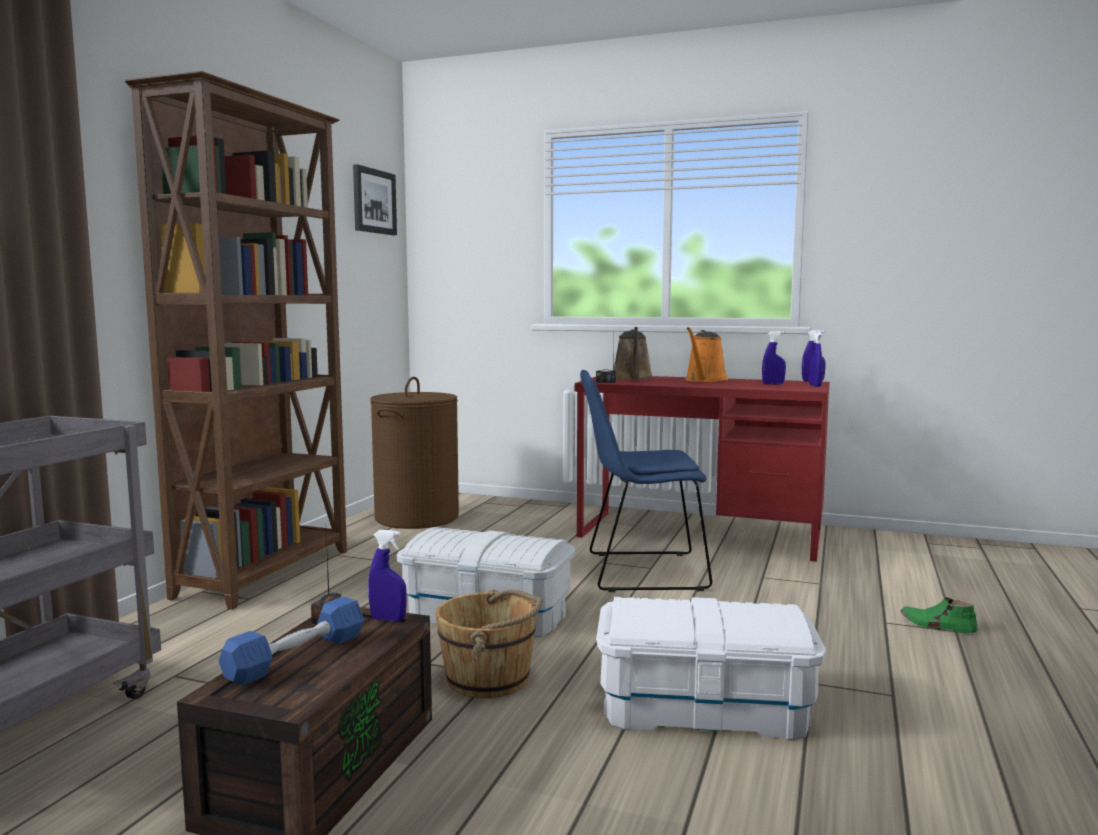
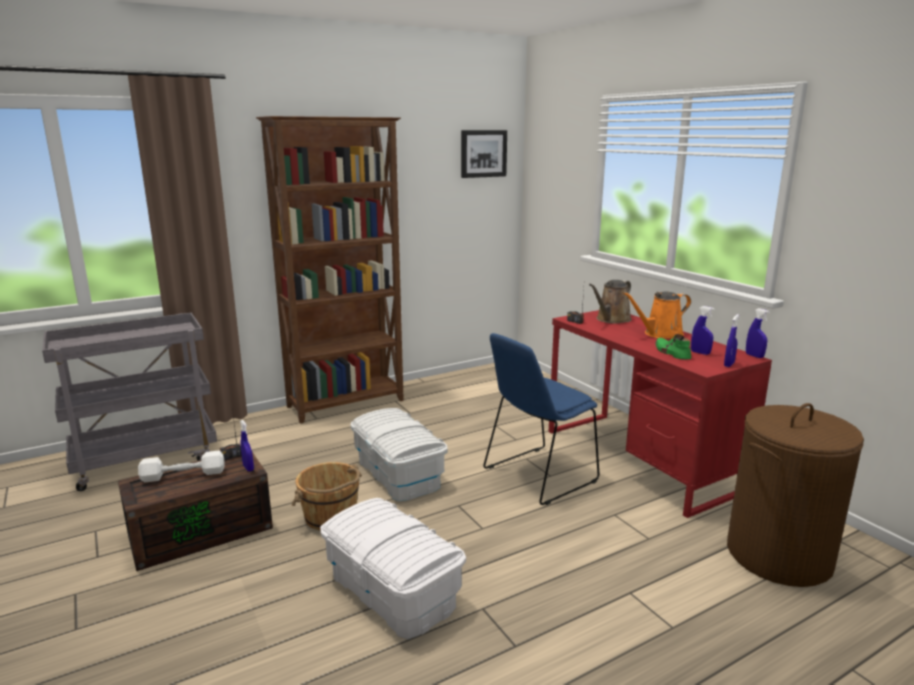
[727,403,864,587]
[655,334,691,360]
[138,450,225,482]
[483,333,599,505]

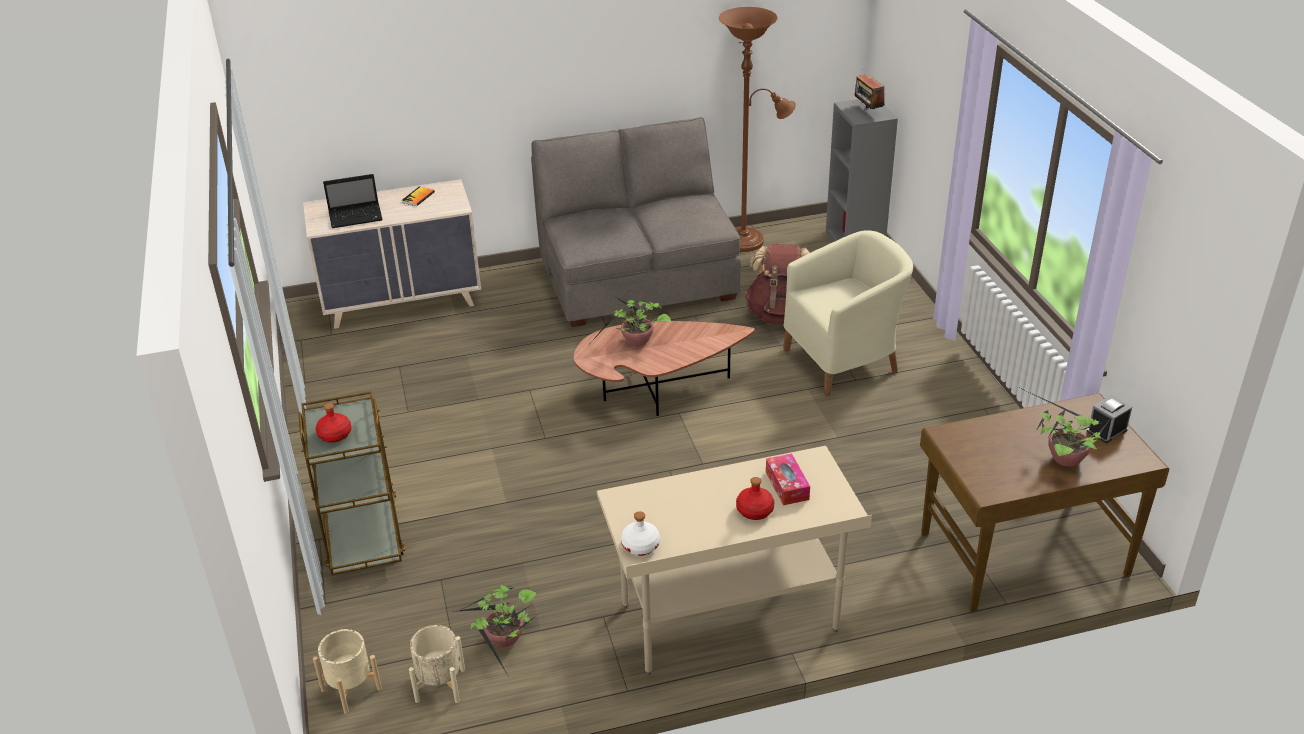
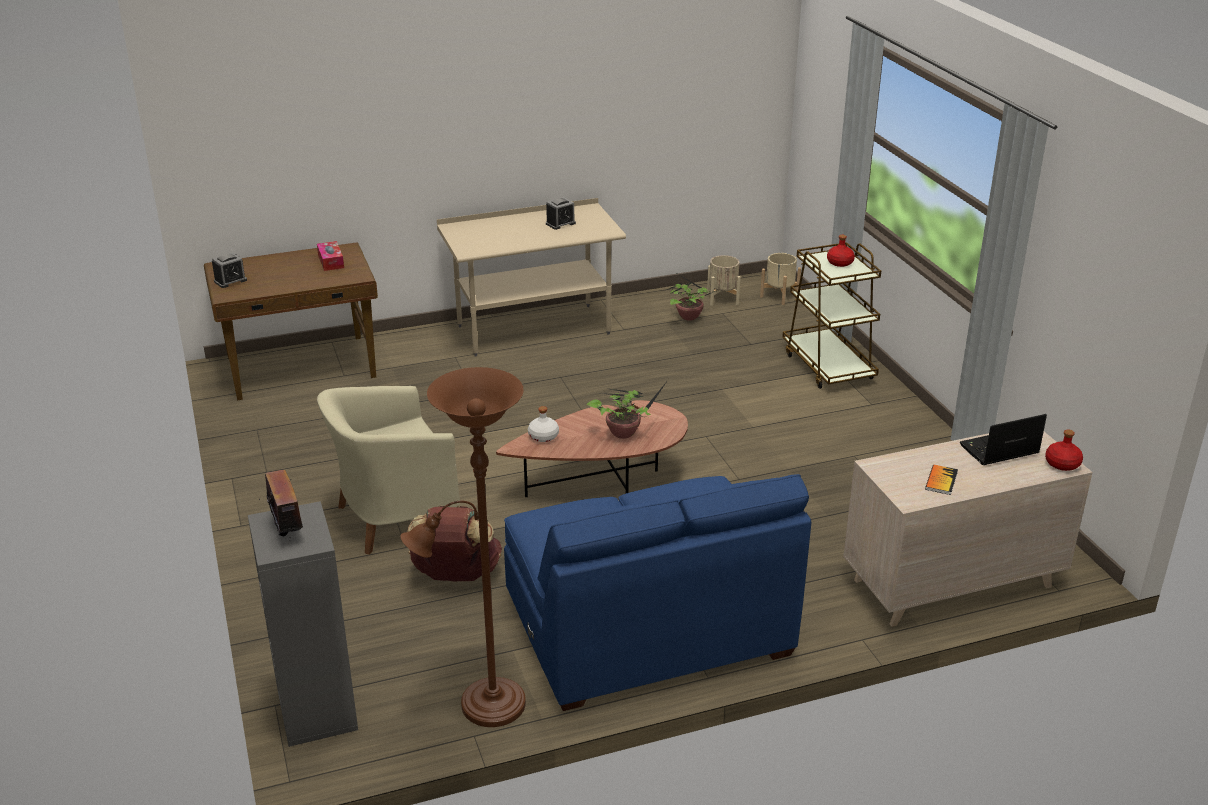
[1025,390,1112,467] (first image)
[546,197,576,230]
[528,406,559,442]
[1045,430,1083,471]
[317,241,344,271]
[504,474,812,711]

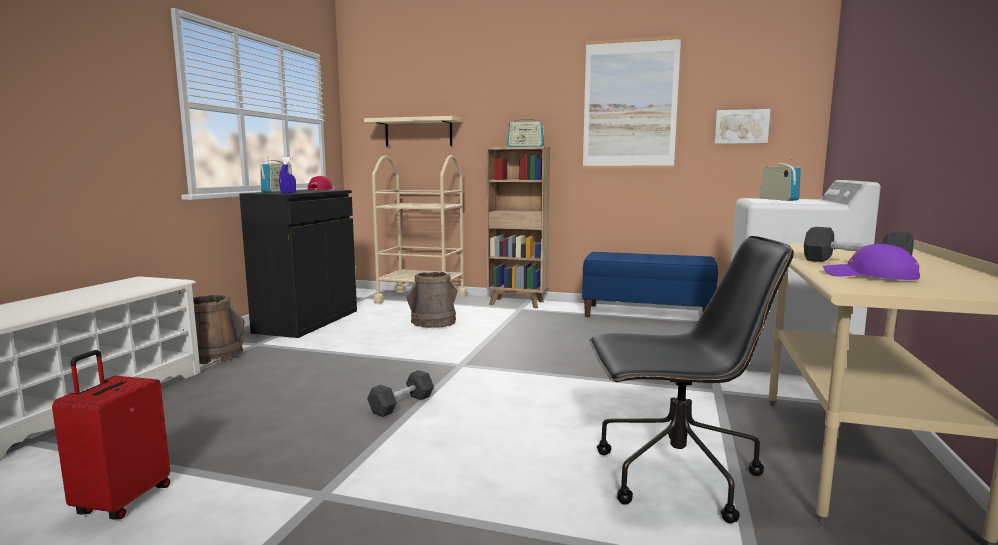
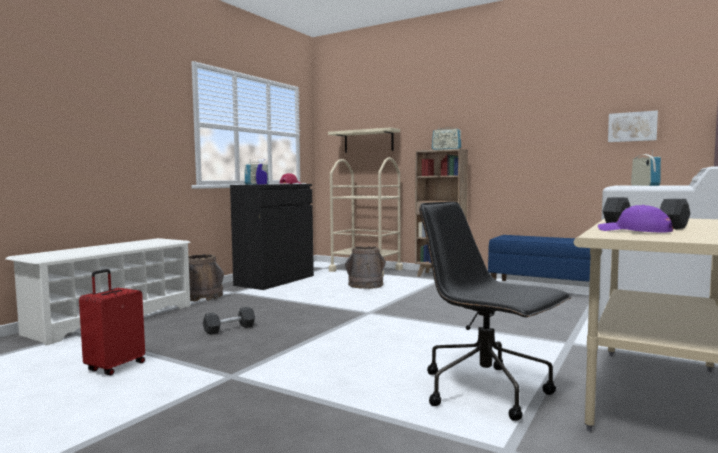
[583,36,681,169] (first image)
[203,307,255,335]
[419,202,571,421]

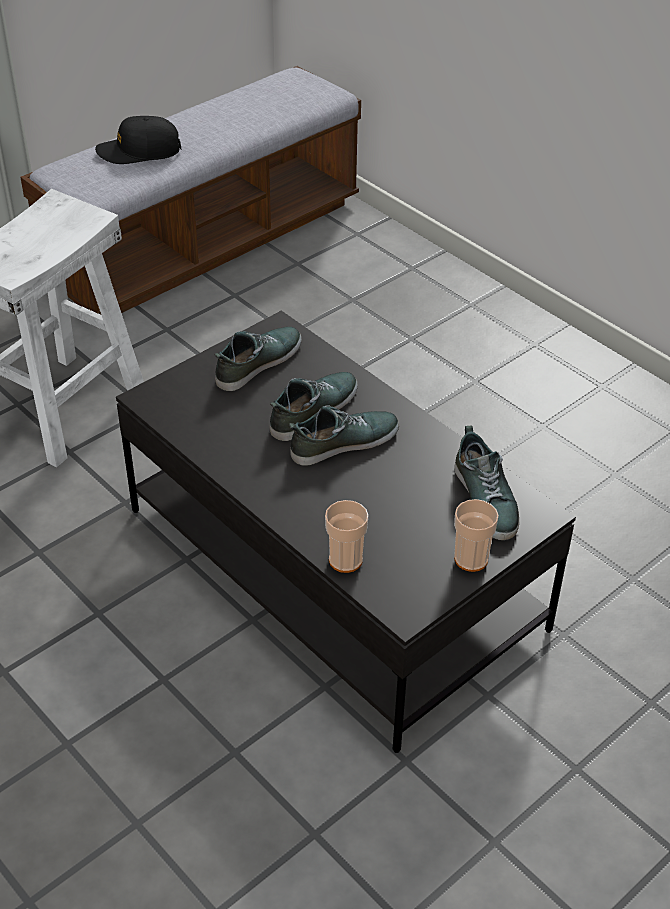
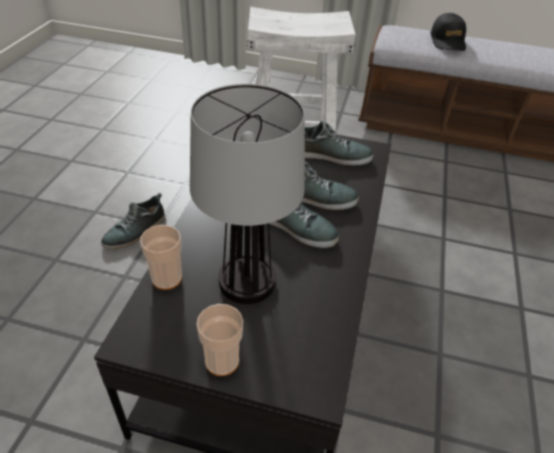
[190,84,305,304]
[101,193,165,250]
[431,13,466,51]

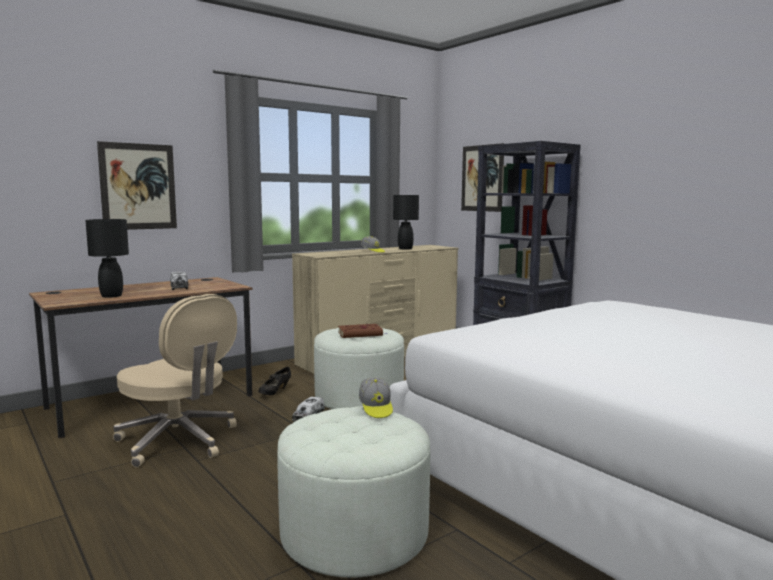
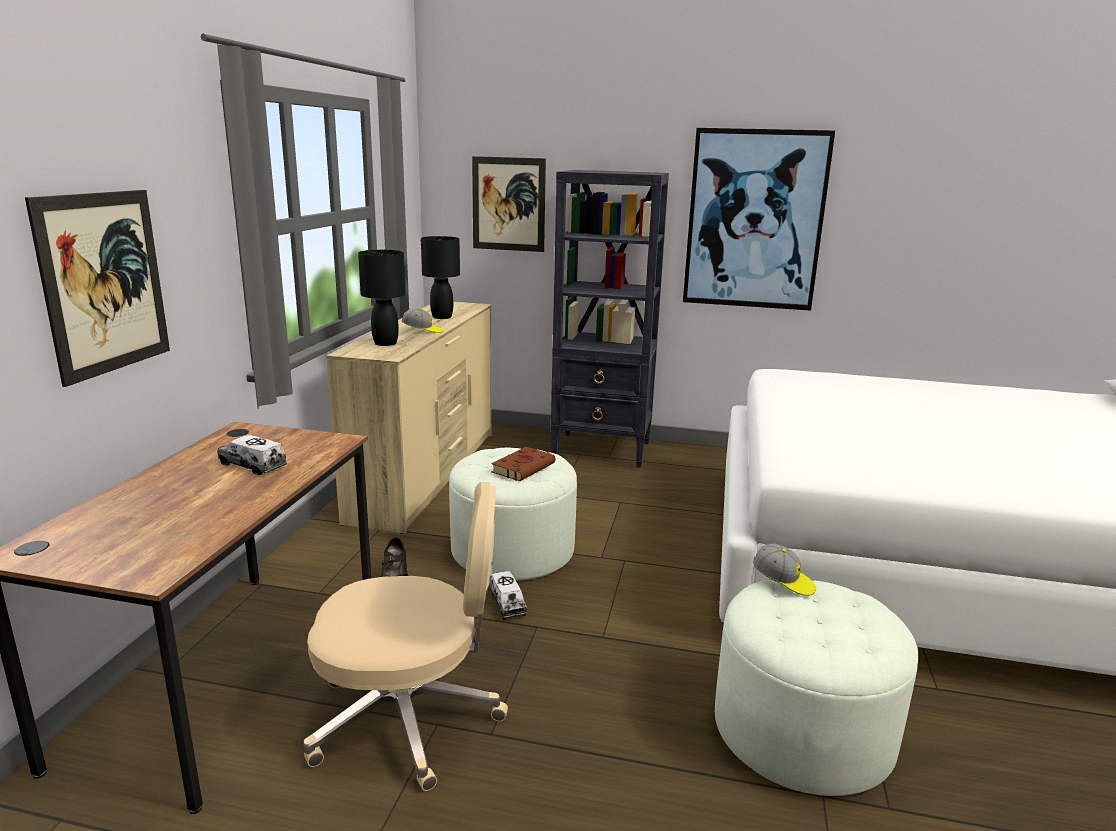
[683,128,835,311]
[358,250,406,346]

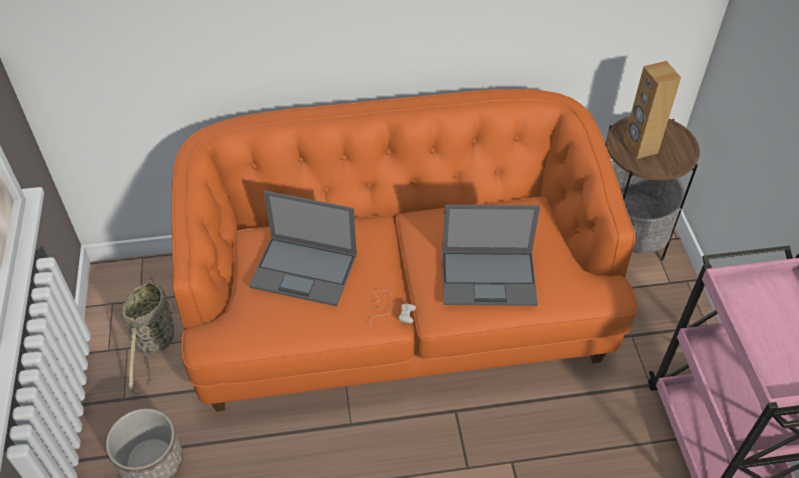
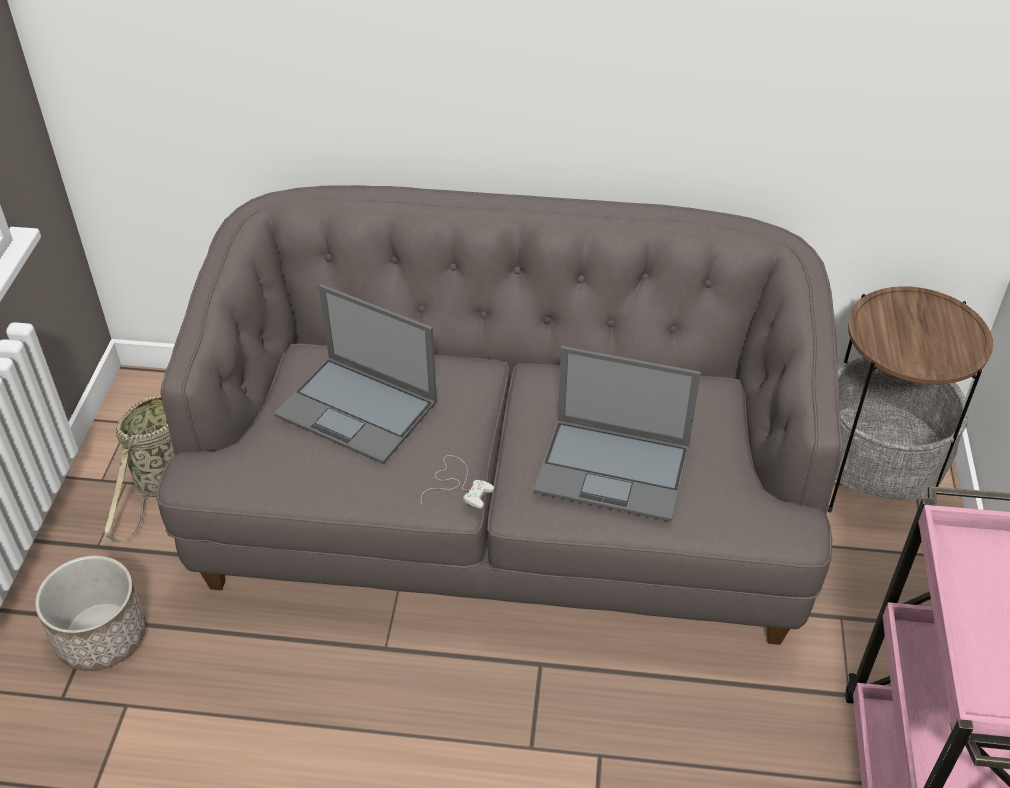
[624,61,681,159] (first image)
[156,185,843,645]

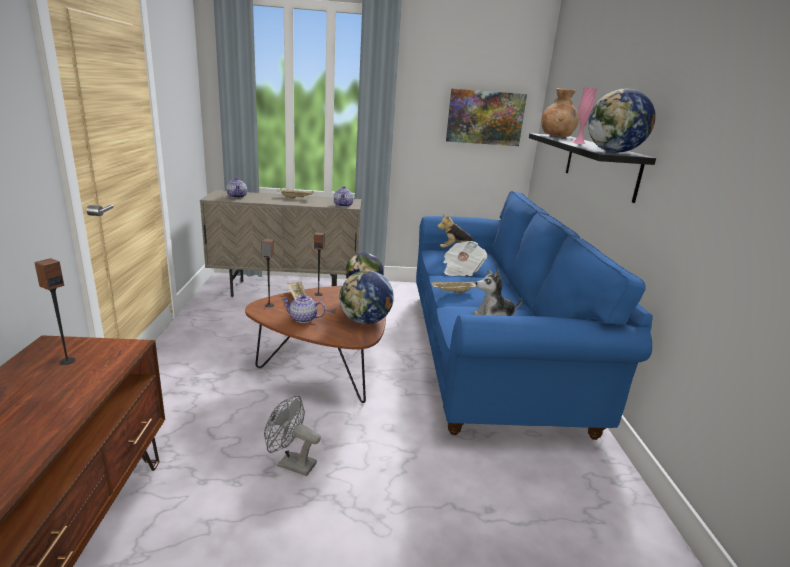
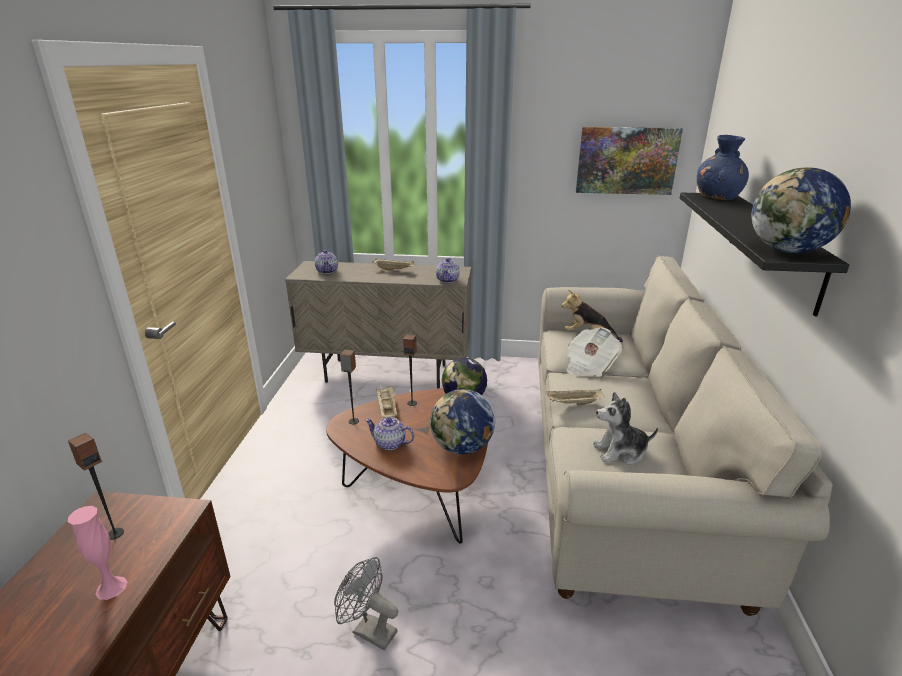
[68,506,127,600]
[538,256,833,616]
[697,135,749,200]

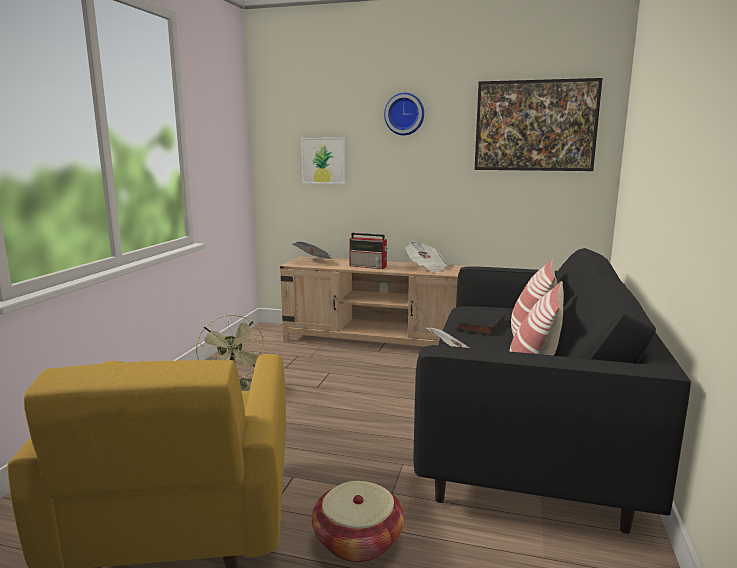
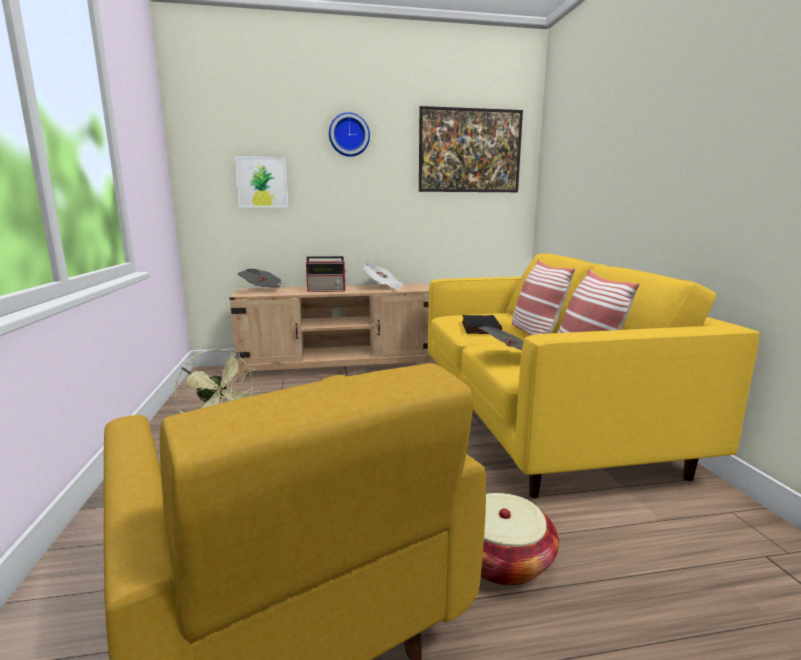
[428,253,760,498]

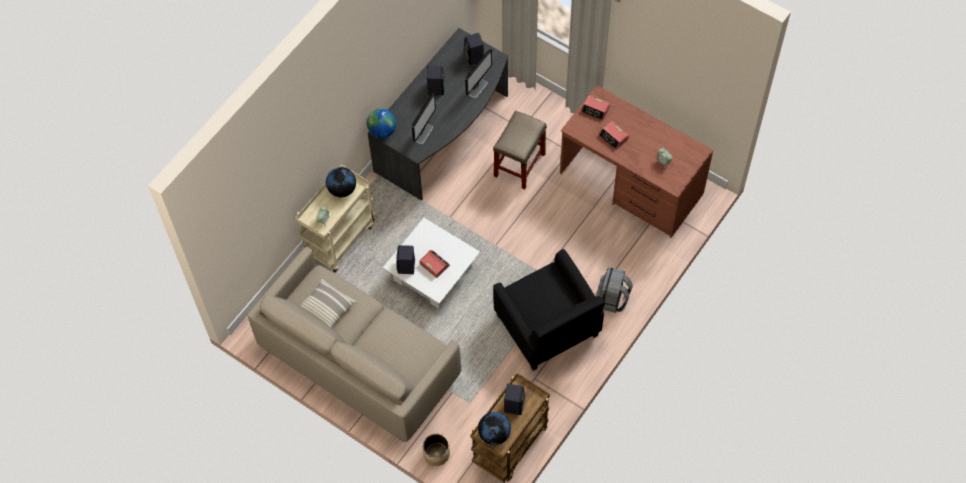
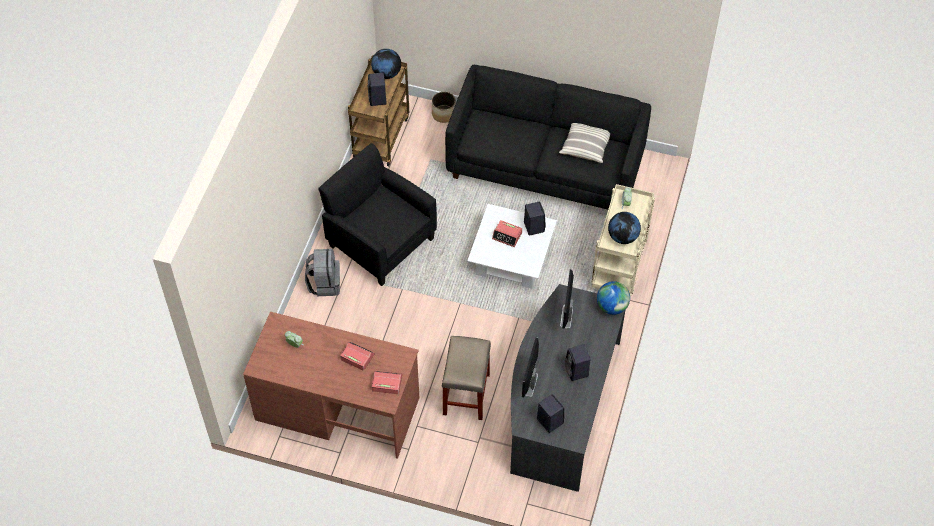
[445,65,651,210]

